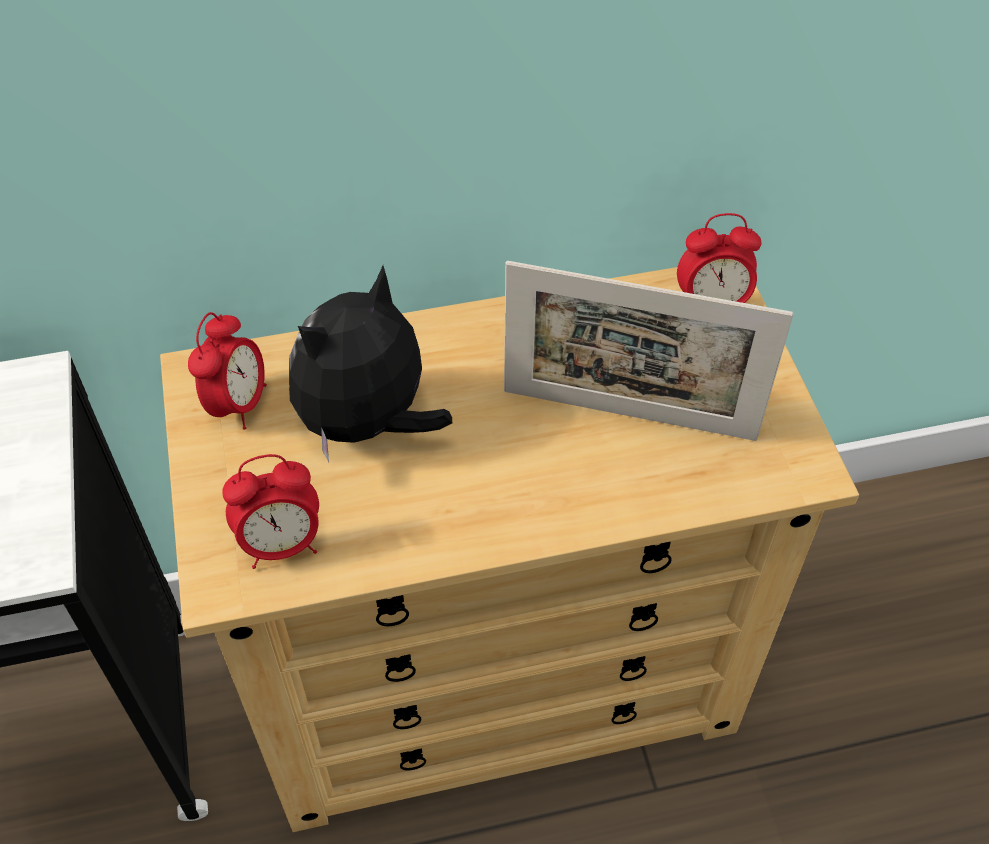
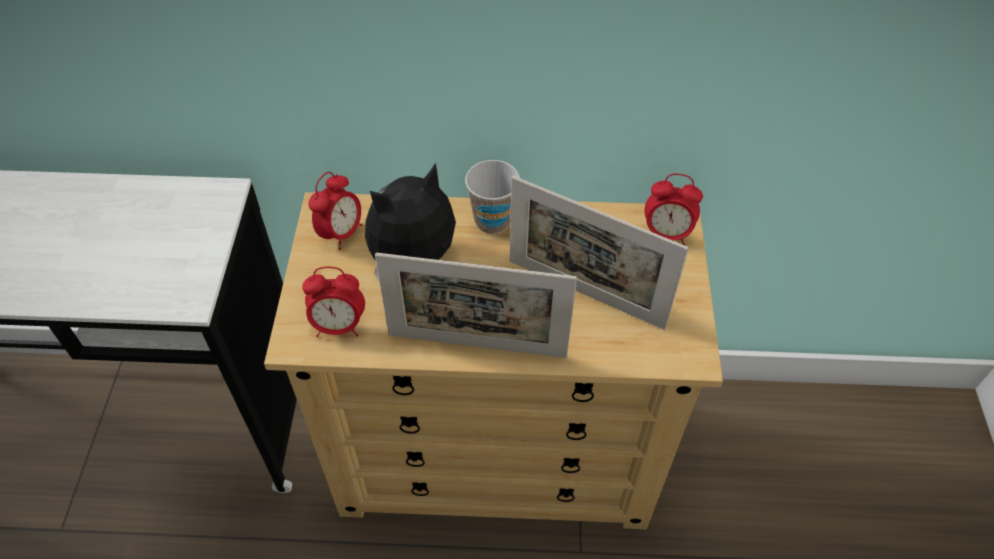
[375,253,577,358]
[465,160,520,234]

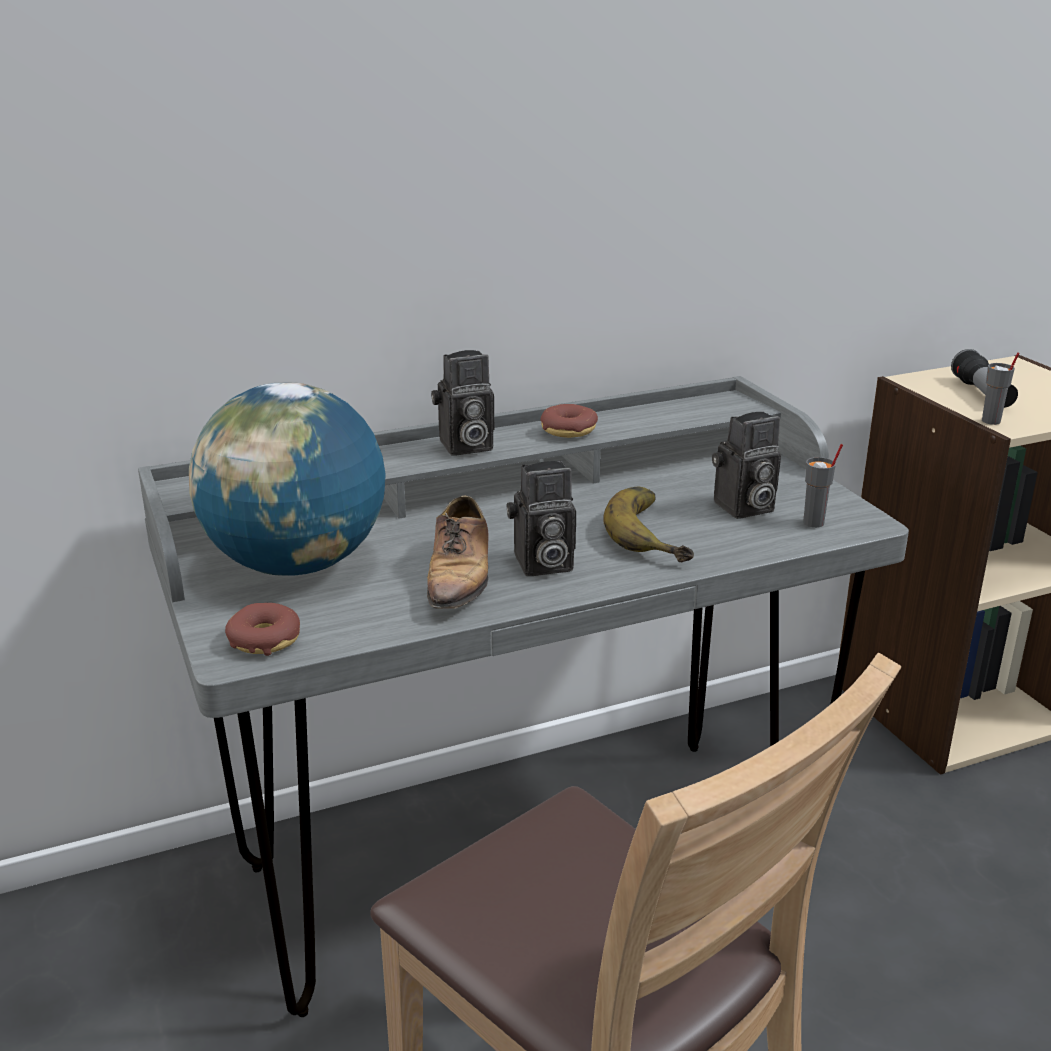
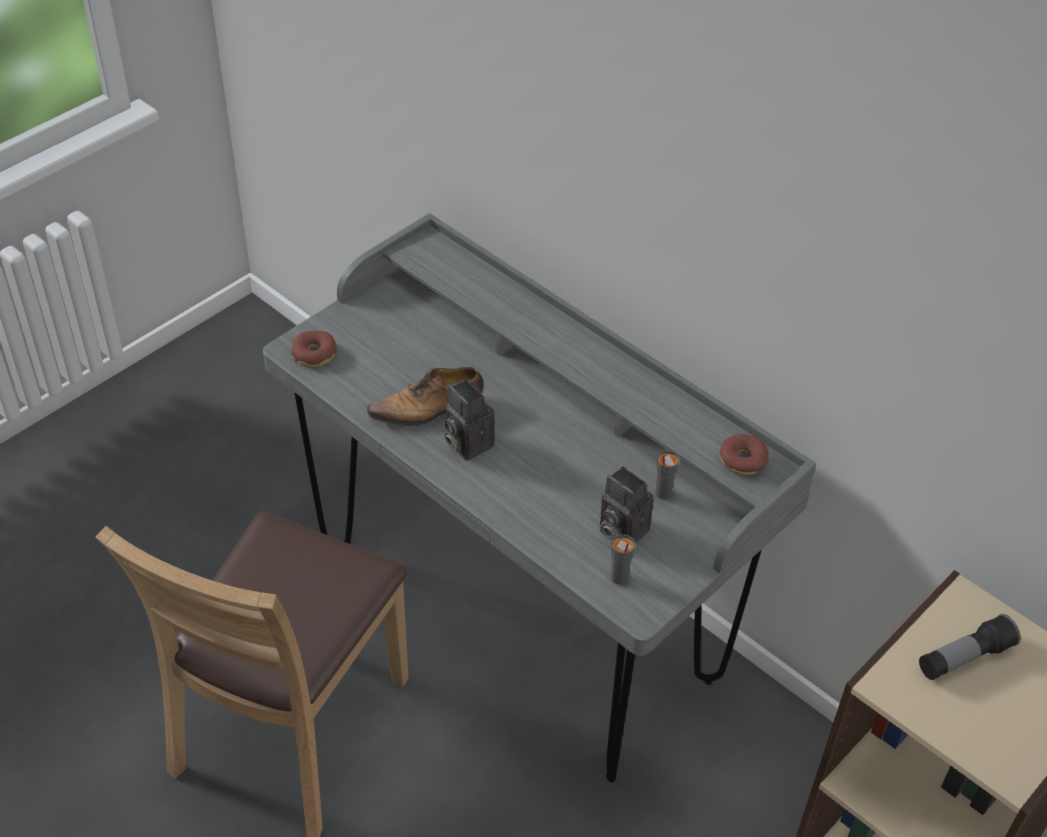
[189,382,386,576] (first image)
[431,350,494,456] (first image)
[603,487,694,562] (first image)
[720,434,769,475]
[655,450,680,499]

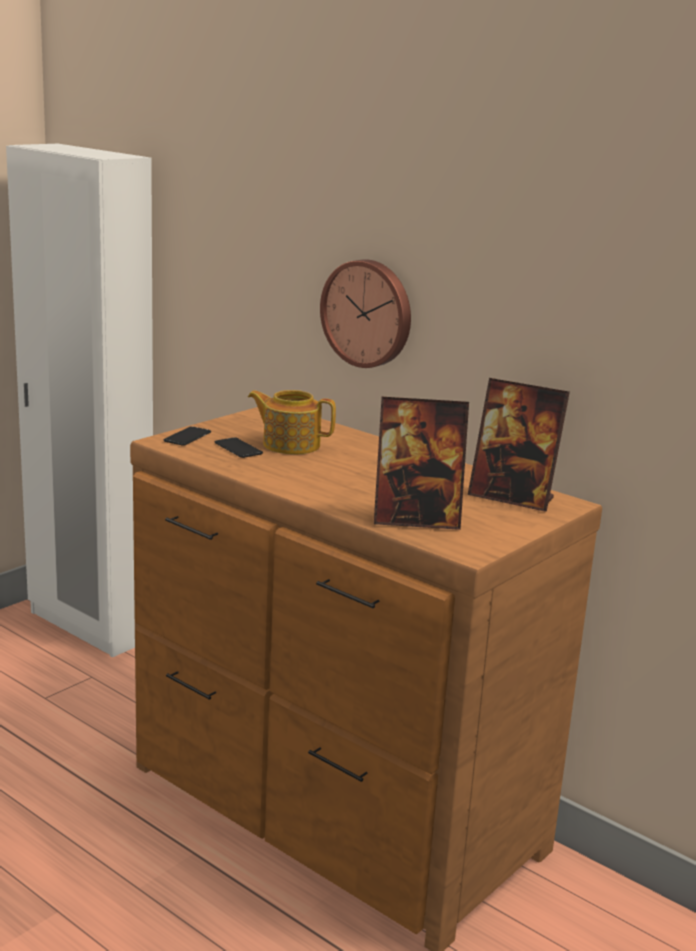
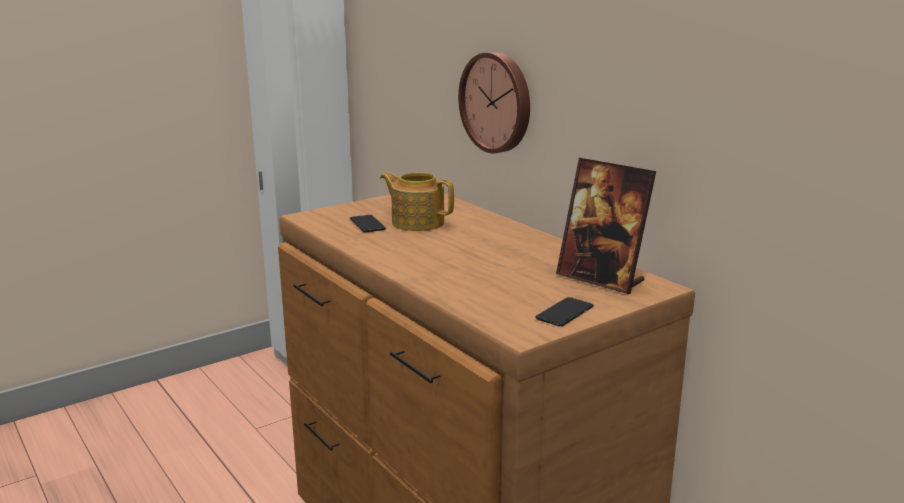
[374,397,469,530] (first image)
[535,297,593,326]

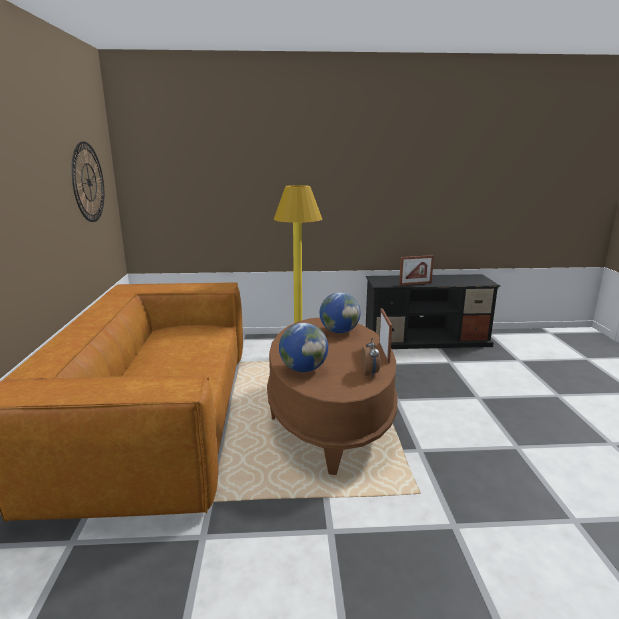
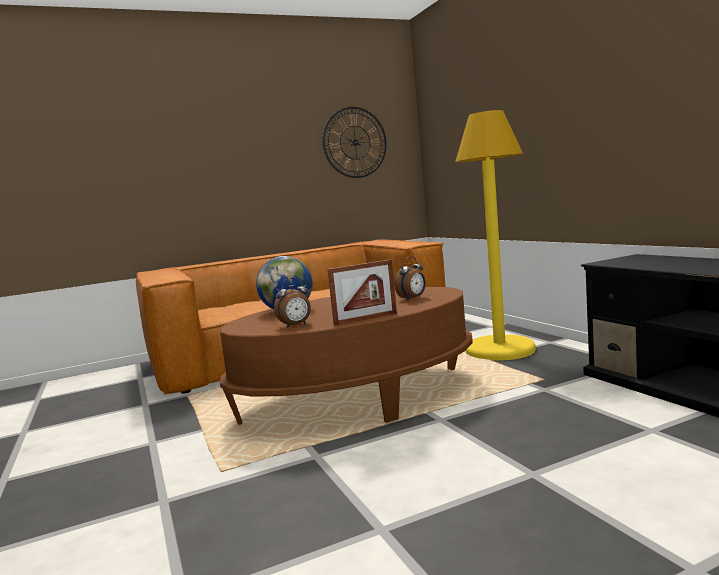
[399,255,434,286] (first image)
[394,256,426,300]

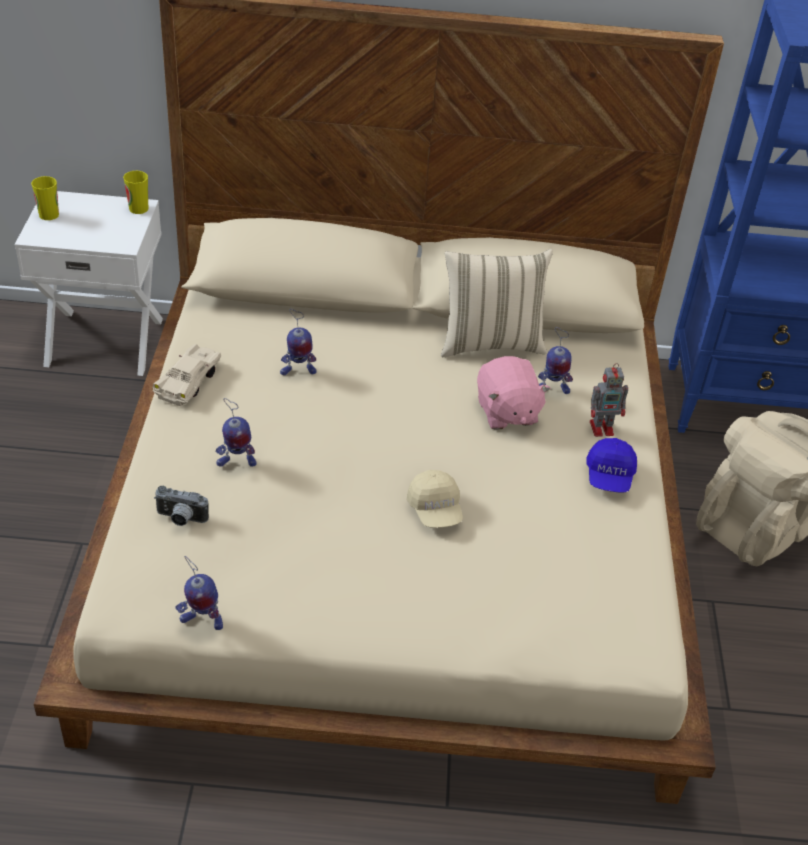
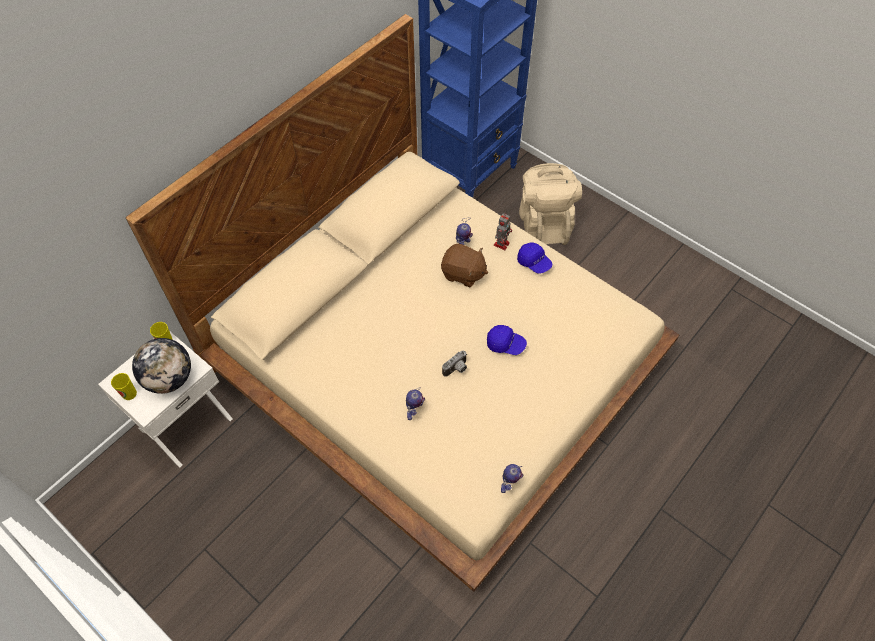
[152,344,221,406] (first image)
[280,309,317,375] (first image)
[441,249,553,357] (first image)
[132,338,191,394]
[442,351,467,377]
[487,325,527,355]
[441,244,488,287]

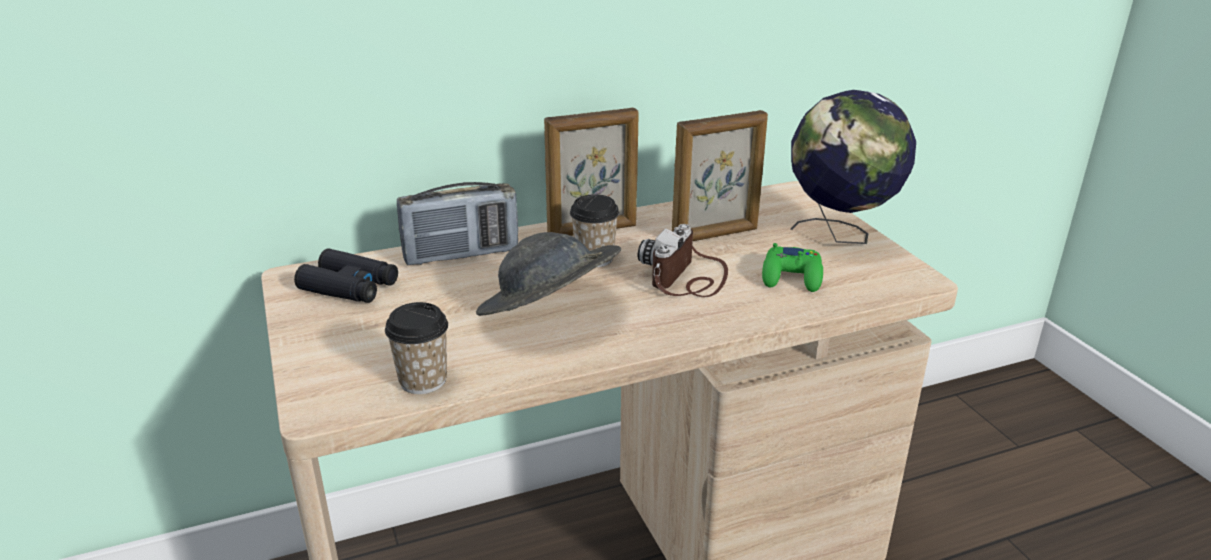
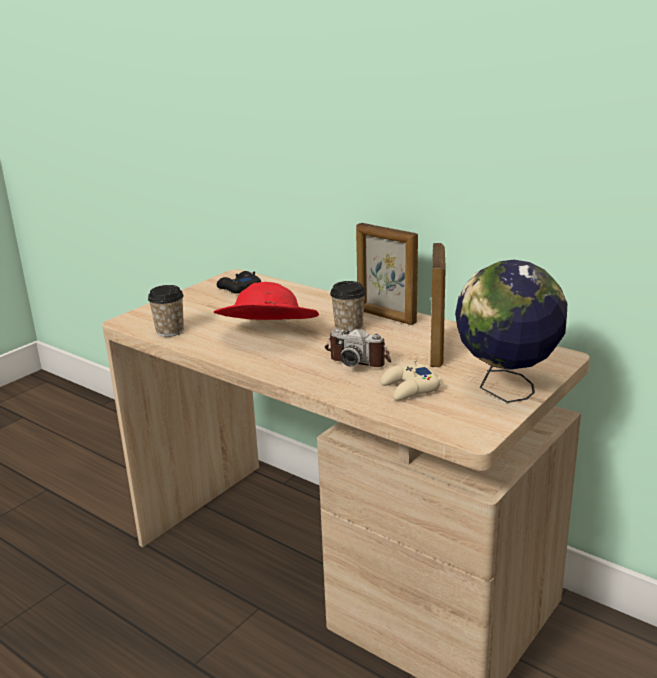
[397,182,518,265] (first image)
[217,271,261,294]
[214,282,319,320]
[380,359,441,401]
[325,328,391,367]
[430,243,446,367]

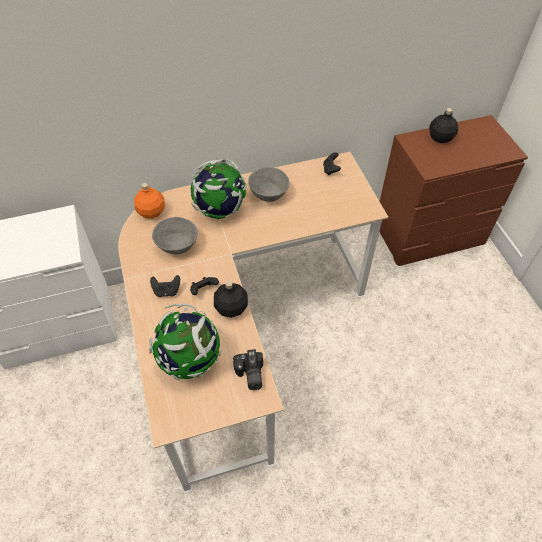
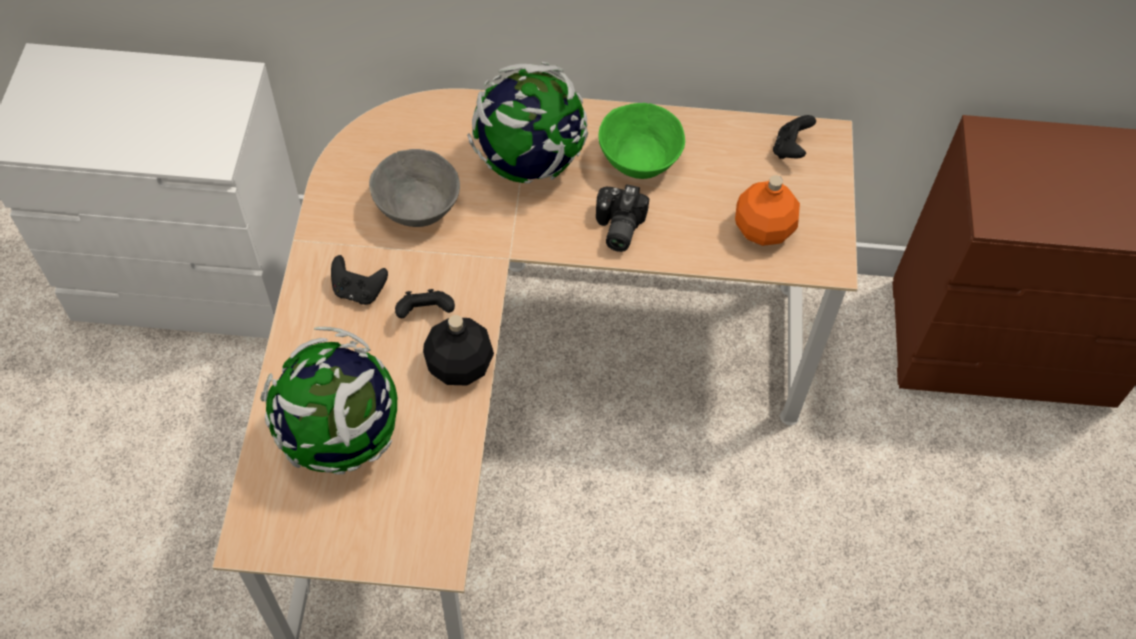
[429,108,458,143] (first image)
[735,175,800,246]
[596,184,649,252]
[598,103,685,179]

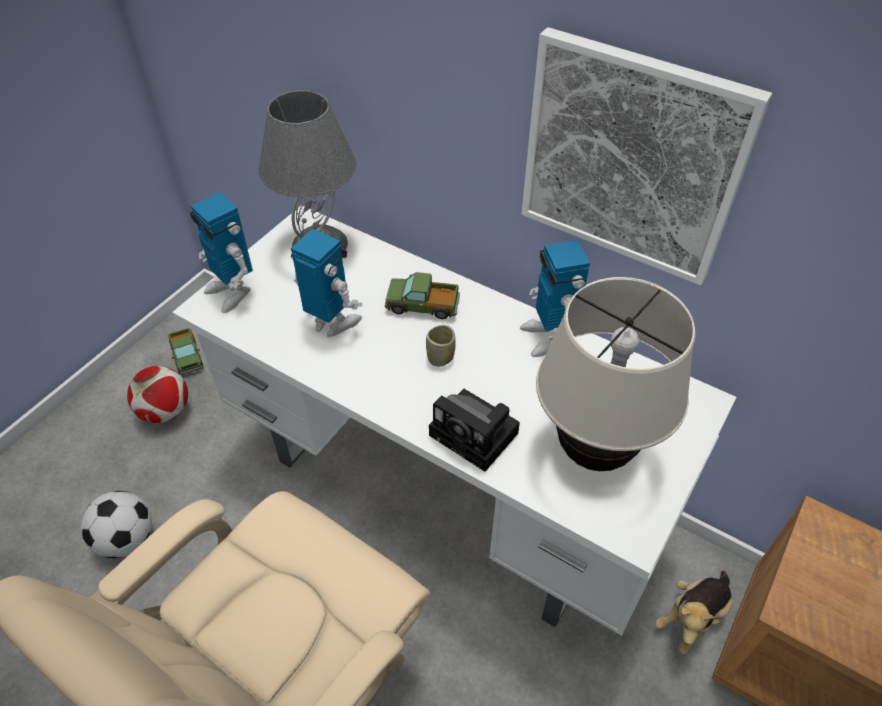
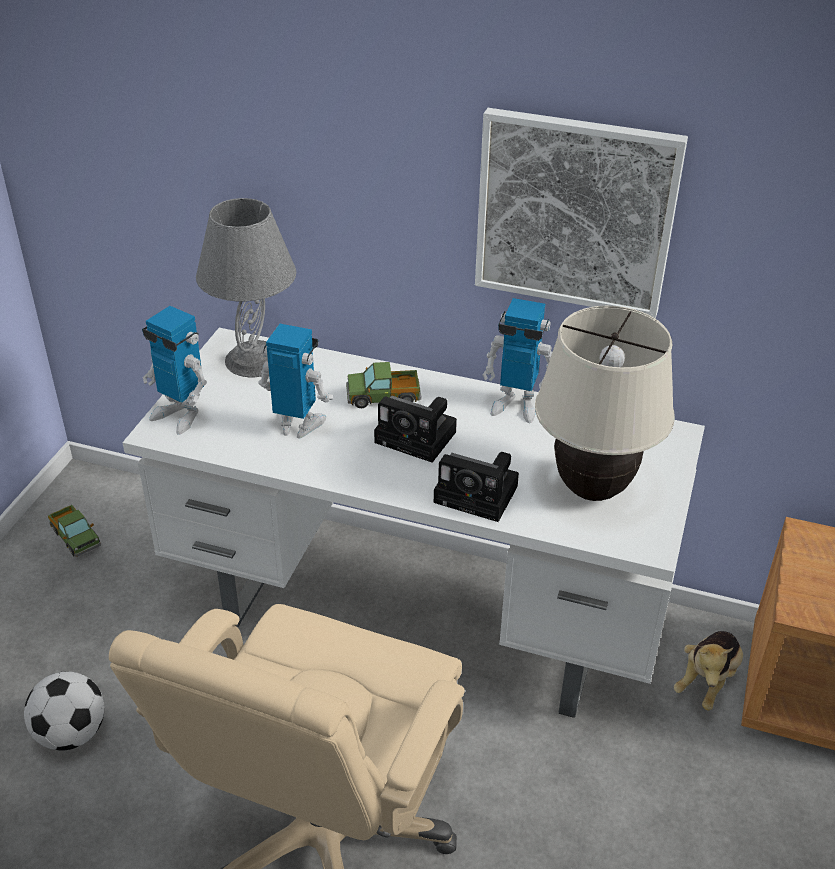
[127,366,188,423] (first image)
[374,395,457,463]
[483,298,552,423]

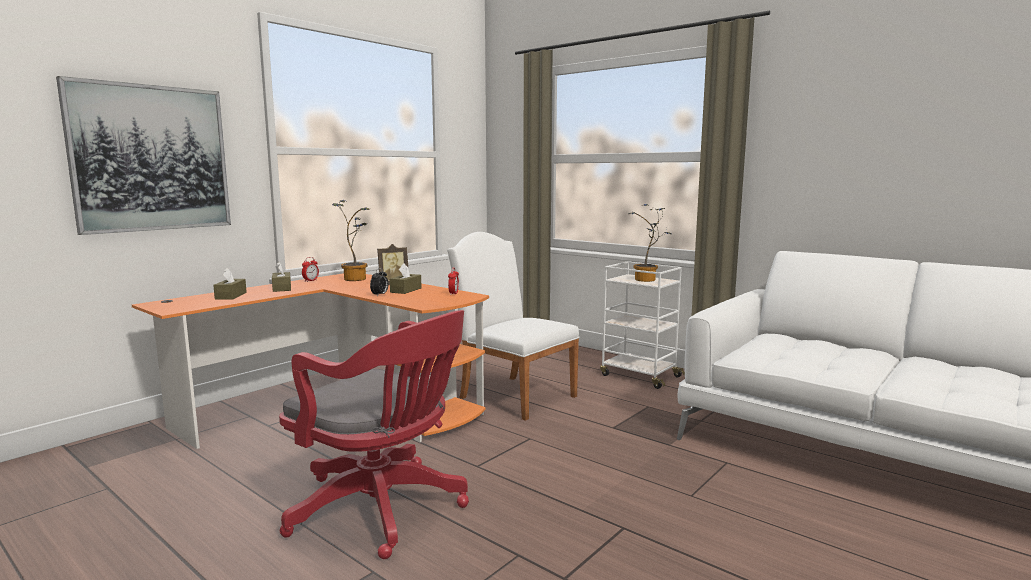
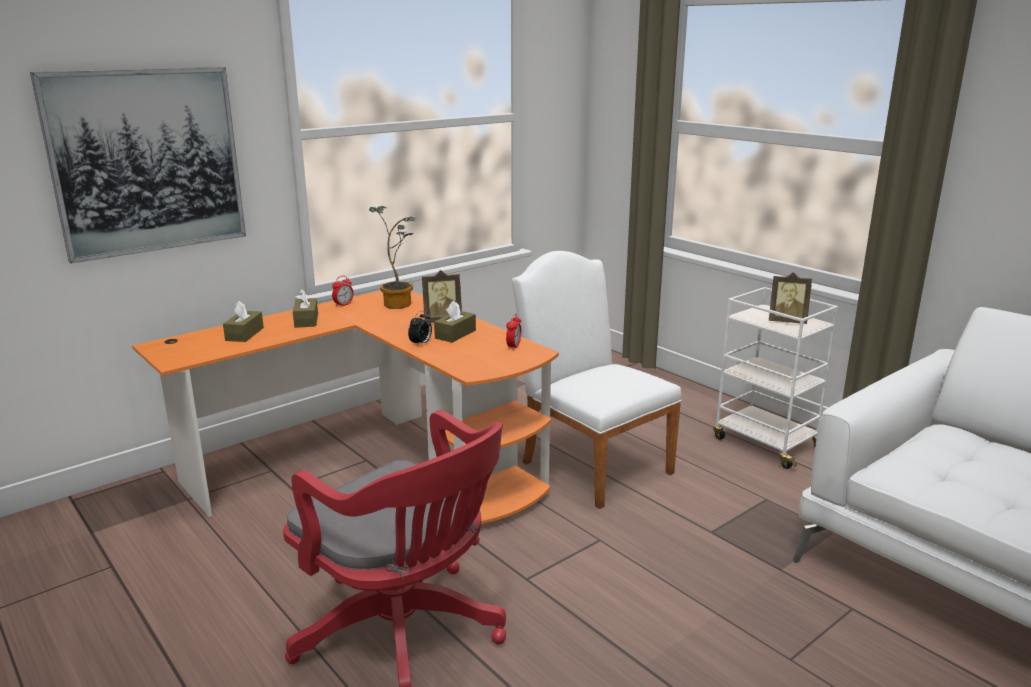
[769,272,812,324]

